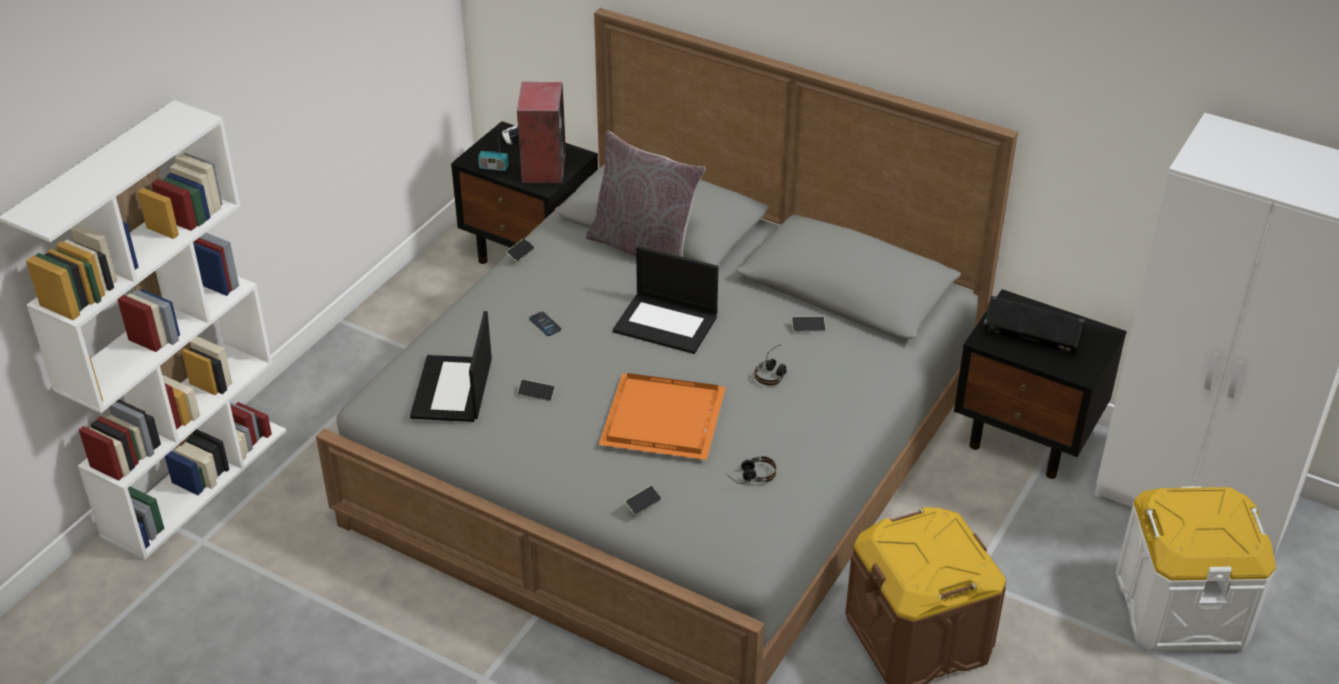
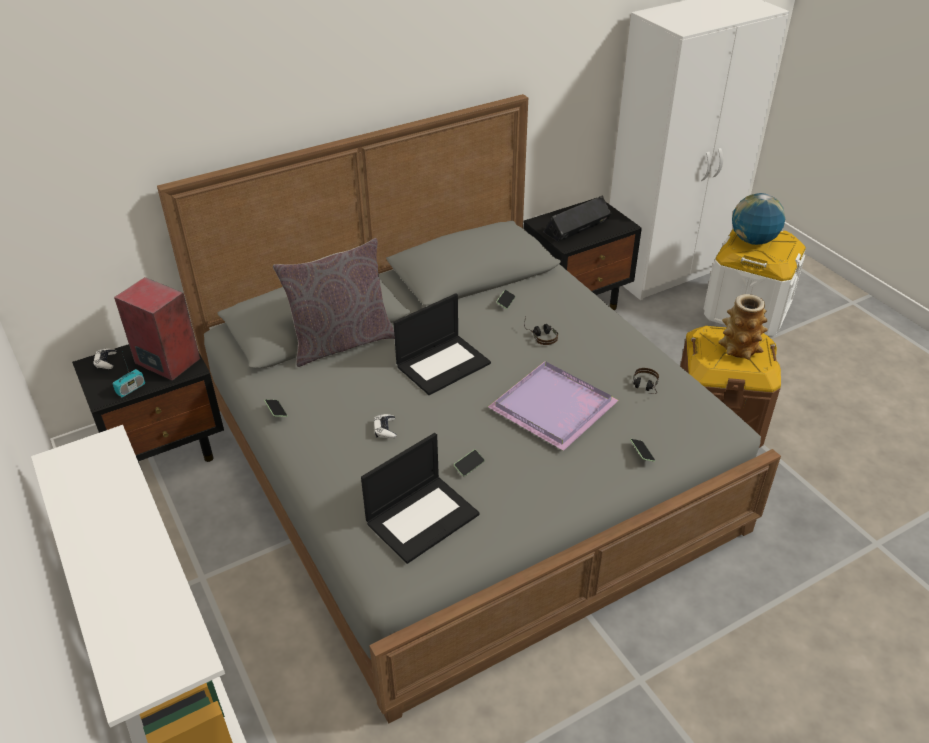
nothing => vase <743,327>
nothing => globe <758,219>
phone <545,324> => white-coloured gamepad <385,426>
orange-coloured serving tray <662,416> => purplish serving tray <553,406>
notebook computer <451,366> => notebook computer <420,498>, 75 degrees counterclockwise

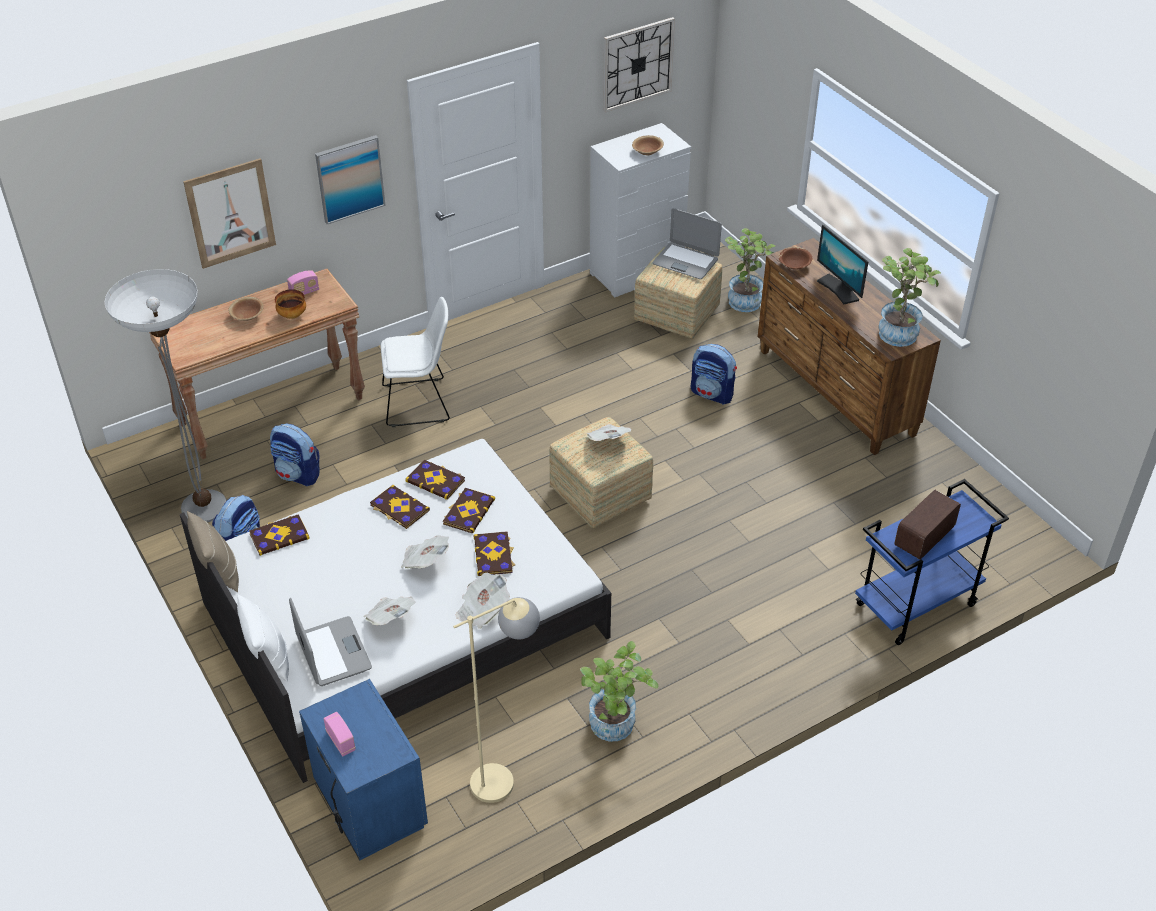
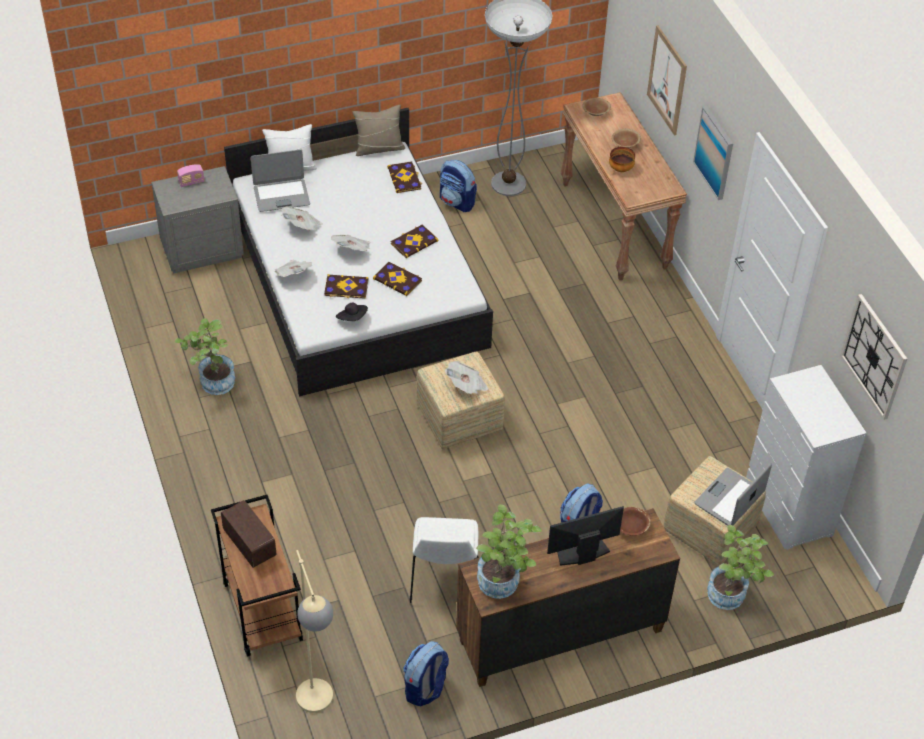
radio set <303,282> => nothing
bound book <435,480> => nothing
nothing => black-coloured clothing hat <352,312>
rucksack <295,455> => rucksack <426,673>, shifted
white-coloured plain chair <415,362> => white-coloured plain chair <444,560>, shifted
sand-coloured standing lamp <496,700> => sand-coloured standing lamp <314,631>, shifted
brown bowl <648,145> => brown bowl <596,107>, shifted
blue nightstand <363,770> => gray nightstand <197,220>
blue trolley <932,562> => brown trolley <257,576>

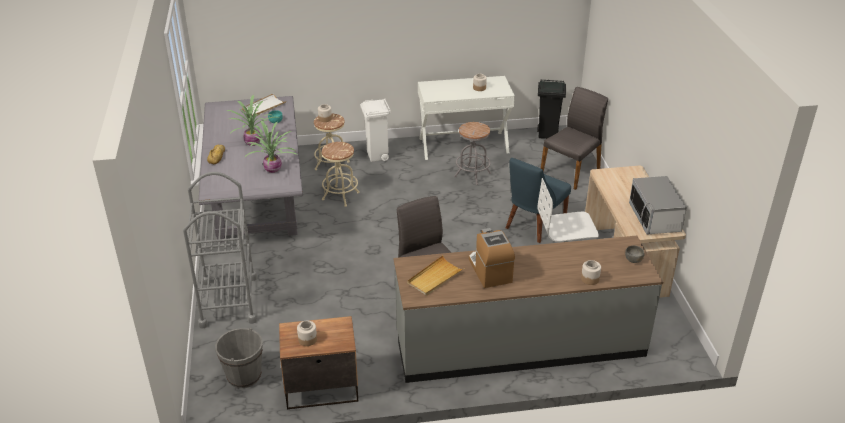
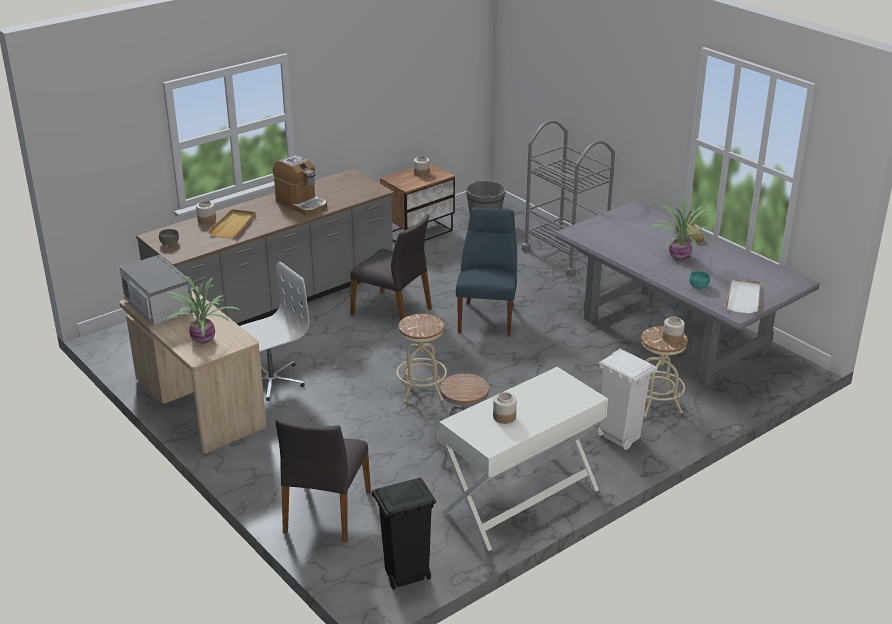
plant in a pot <270,146> => plant in a pot <201,310>, shifted
sand-coloured stool <341,174> => sand-coloured stool <421,358>, shifted
sand-coloured serving tray <436,275> => sand-coloured serving tray <232,223>, shifted
blue plain chair <538,200> => blue plain chair <486,272>, shifted

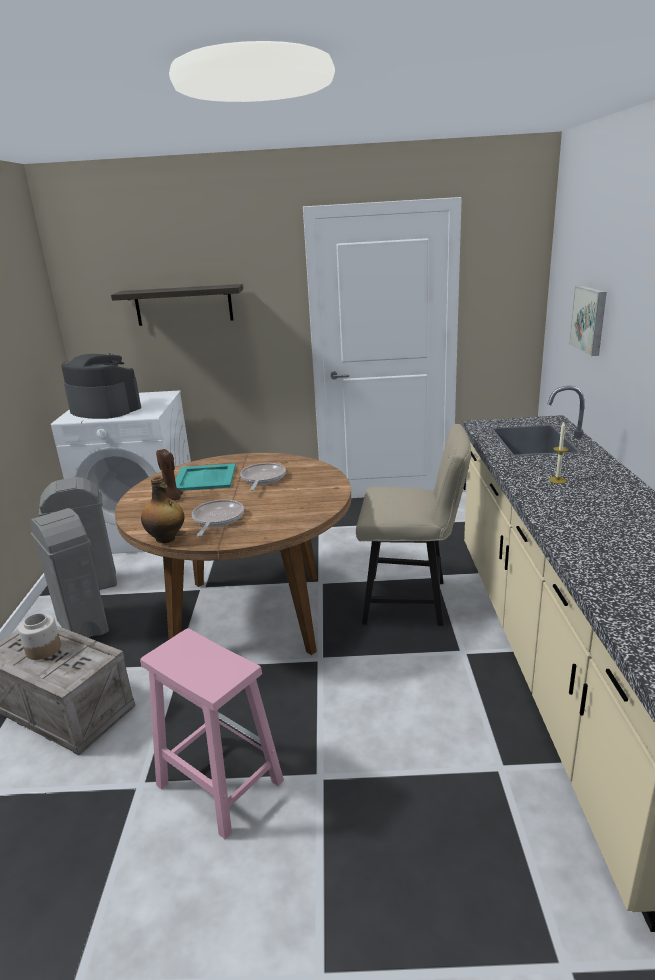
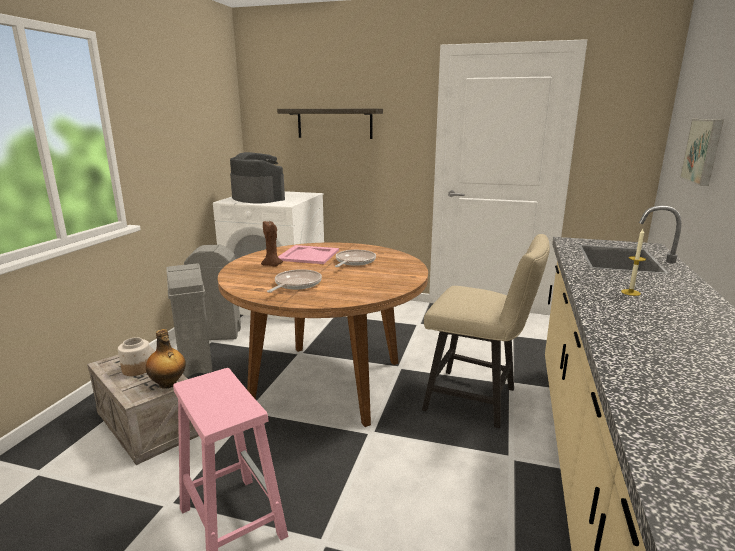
drink bottle <163,509> => drink bottle <166,359>, shifted
blue-green serving tray <205,477> => pinkish serving tray <308,254>

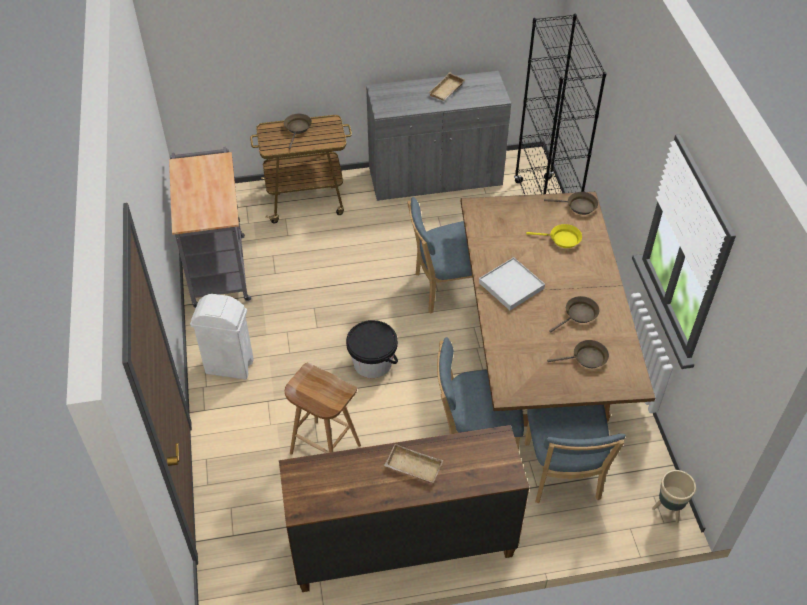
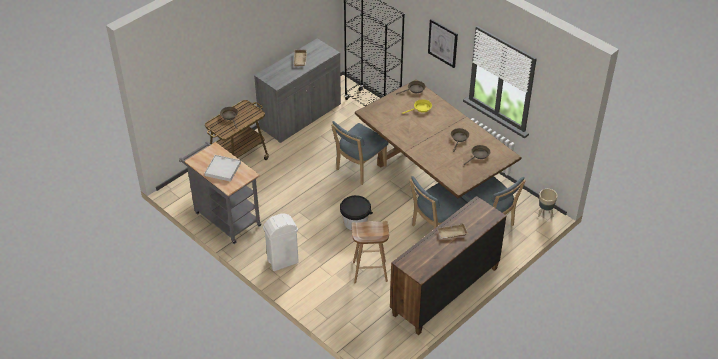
nothing => picture <443,43>
white-coloured serving tray <512,283> => white-coloured serving tray <223,168>, shifted

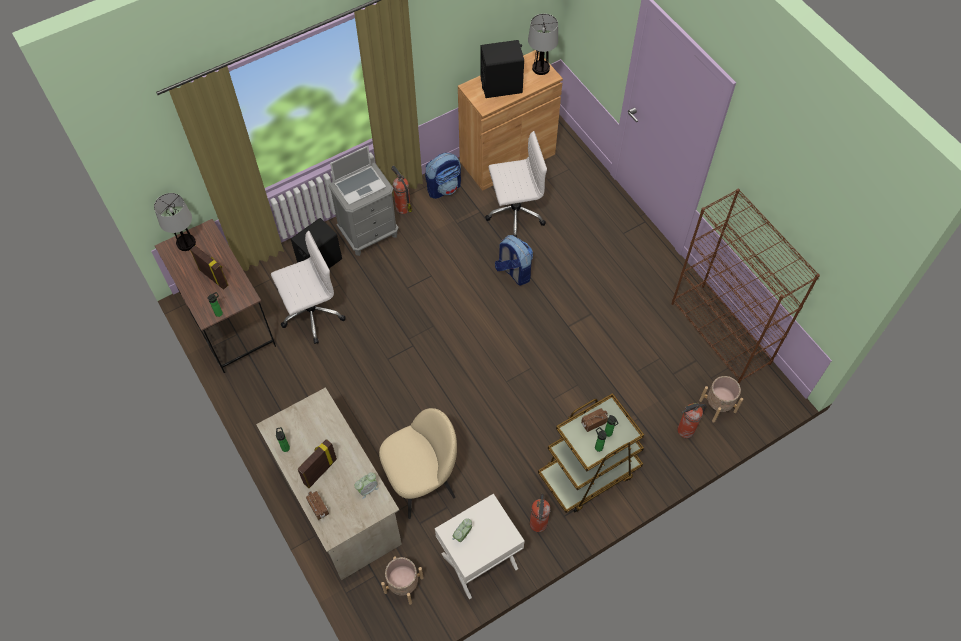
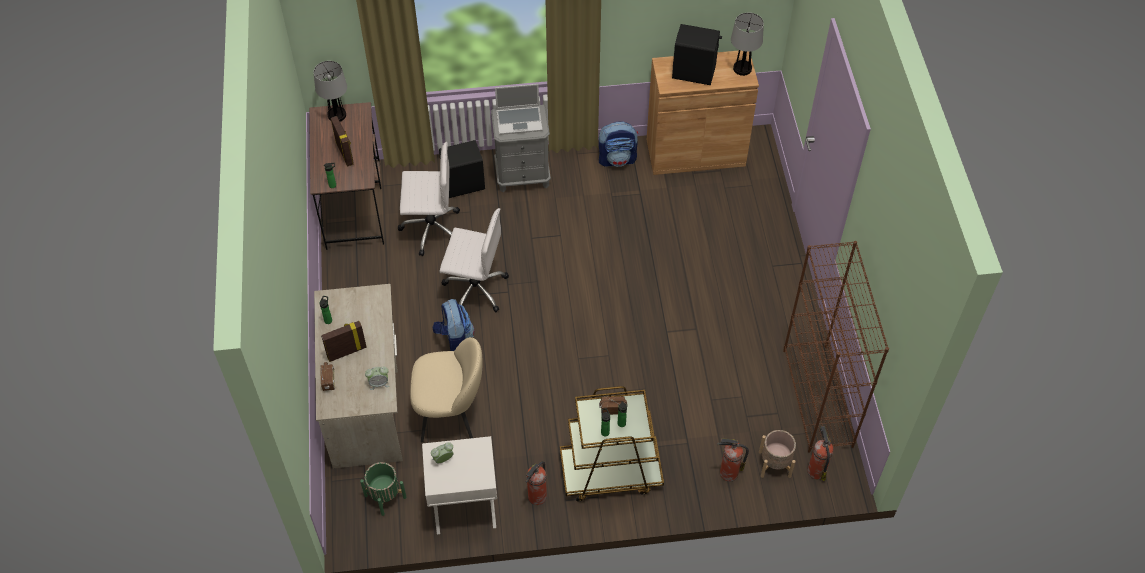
fire-fighting cylinder <401,189> => fire-fighting cylinder <820,453>, shifted
white-coloured office chair <516,184> => white-coloured office chair <474,260>, shifted
rucksack <514,260> => rucksack <453,325>, shifted
sand-coloured flower pot <402,580> => green flower pot <383,489>

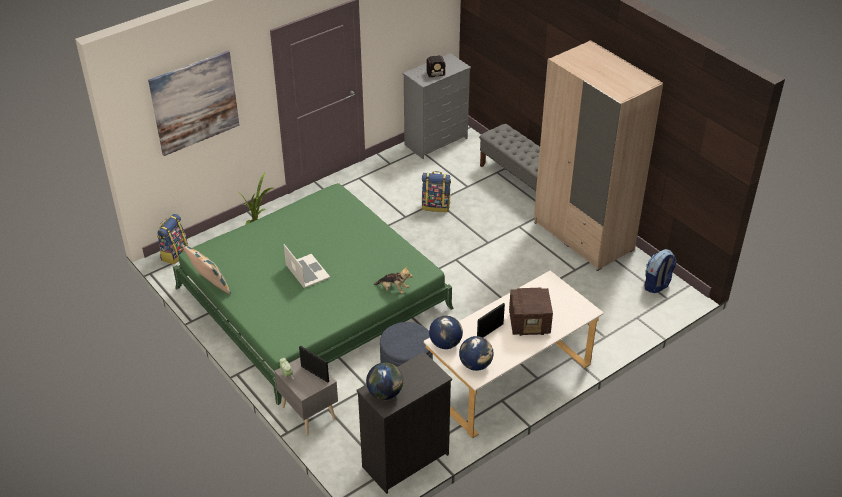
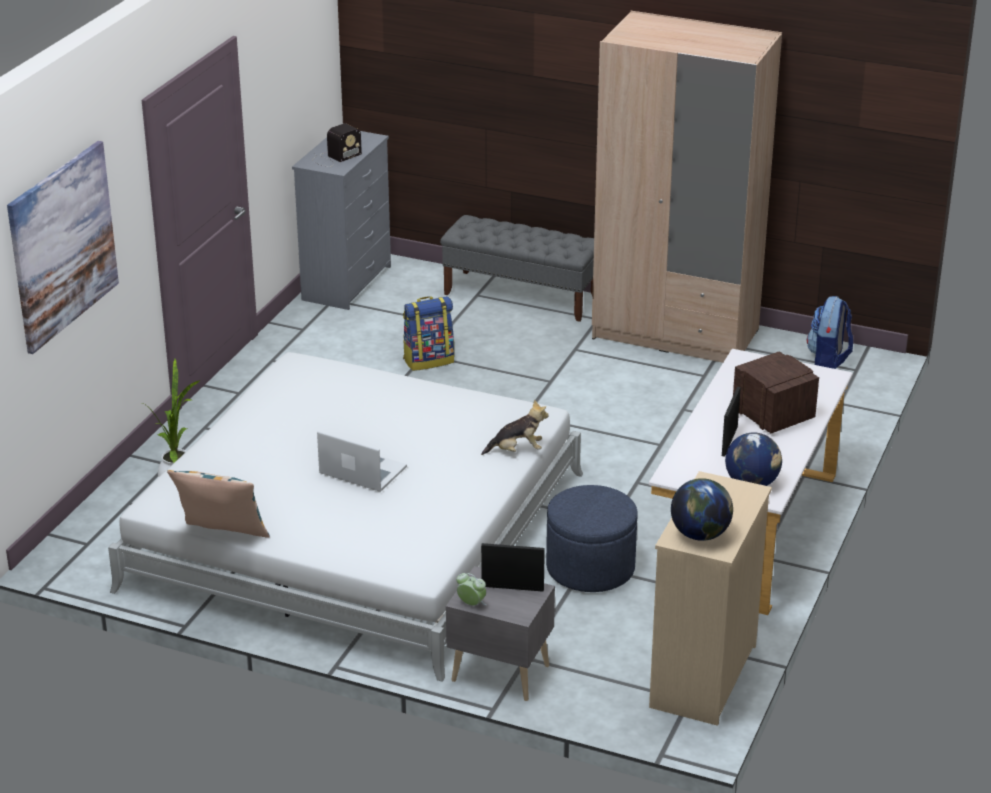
rucksack <172,239> => nothing
globe <446,332> => nothing
green bed <313,294> => white-coloured bed <345,517>
black-coloured dresser <404,423> => sand-coloured dresser <710,598>
radio set <531,312> => radio set <776,392>, 90 degrees counterclockwise

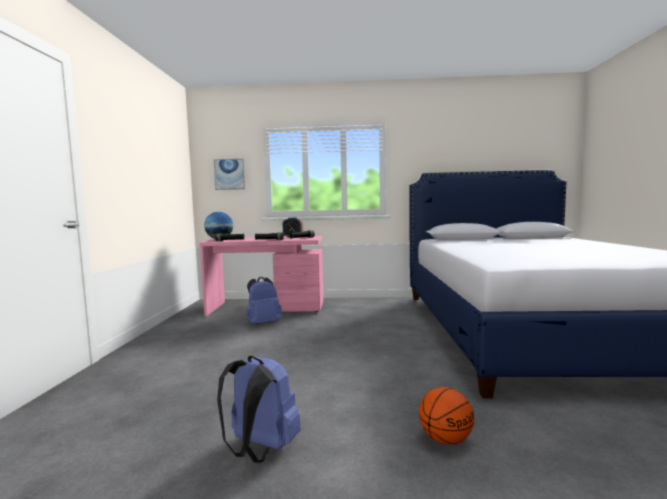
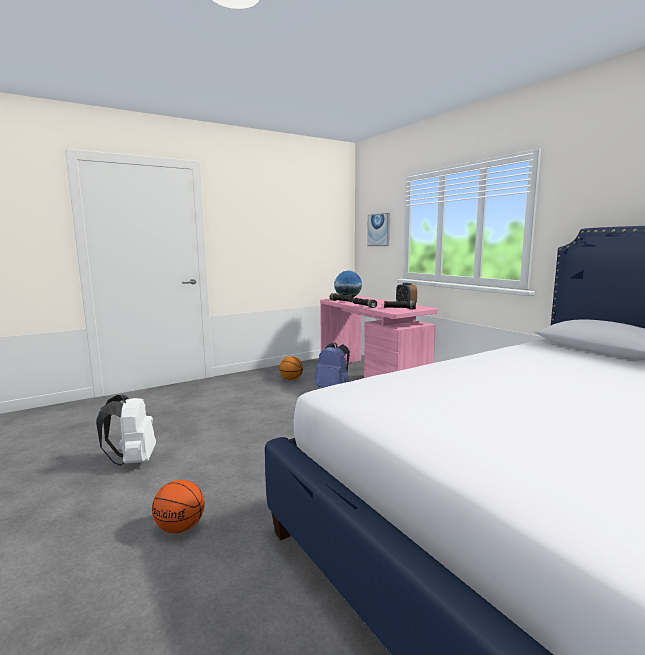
nothing => basketball ball <291,368>
blue rucksack <259,409> => white-coloured rucksack <126,430>

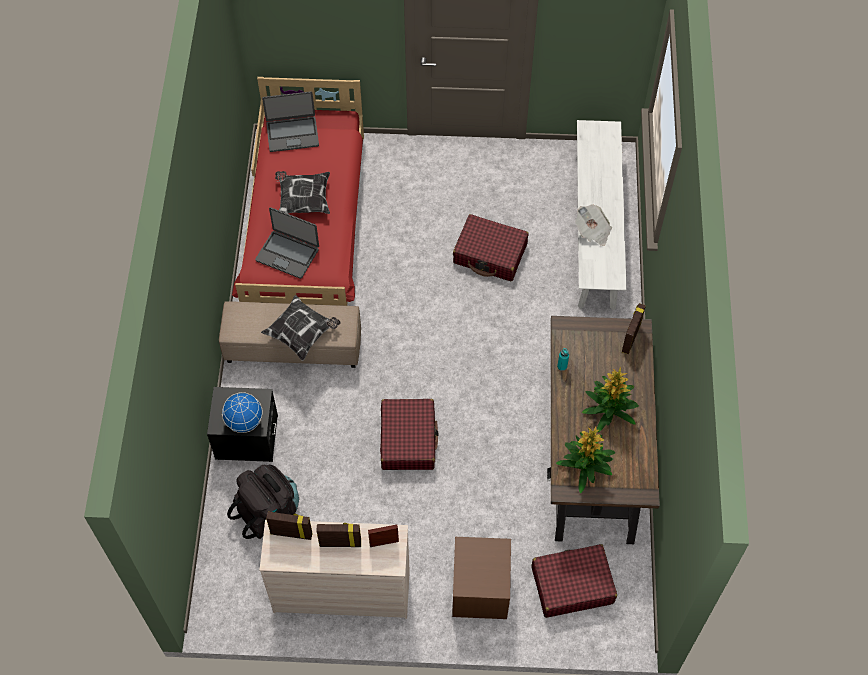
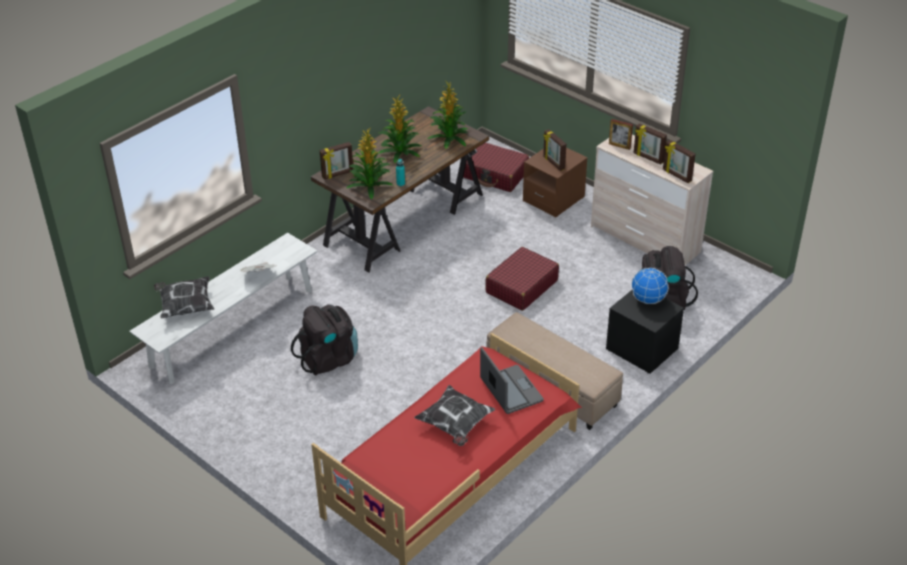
notebook computer <290,121> => nothing
nothing => plant in a pot <370,163>
nothing => standing frame <554,150>
throw pillow <301,328> => throw pillow <184,297>, shifted
red-coloured suitcase <491,247> => black-coloured rucksack <324,339>

